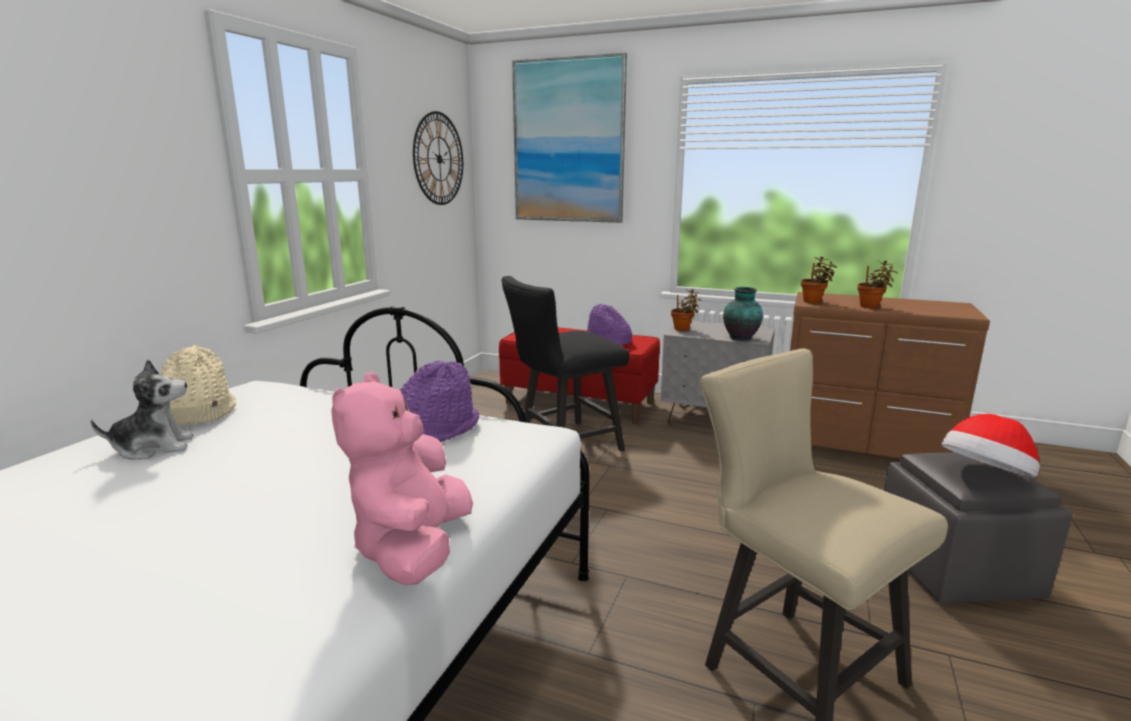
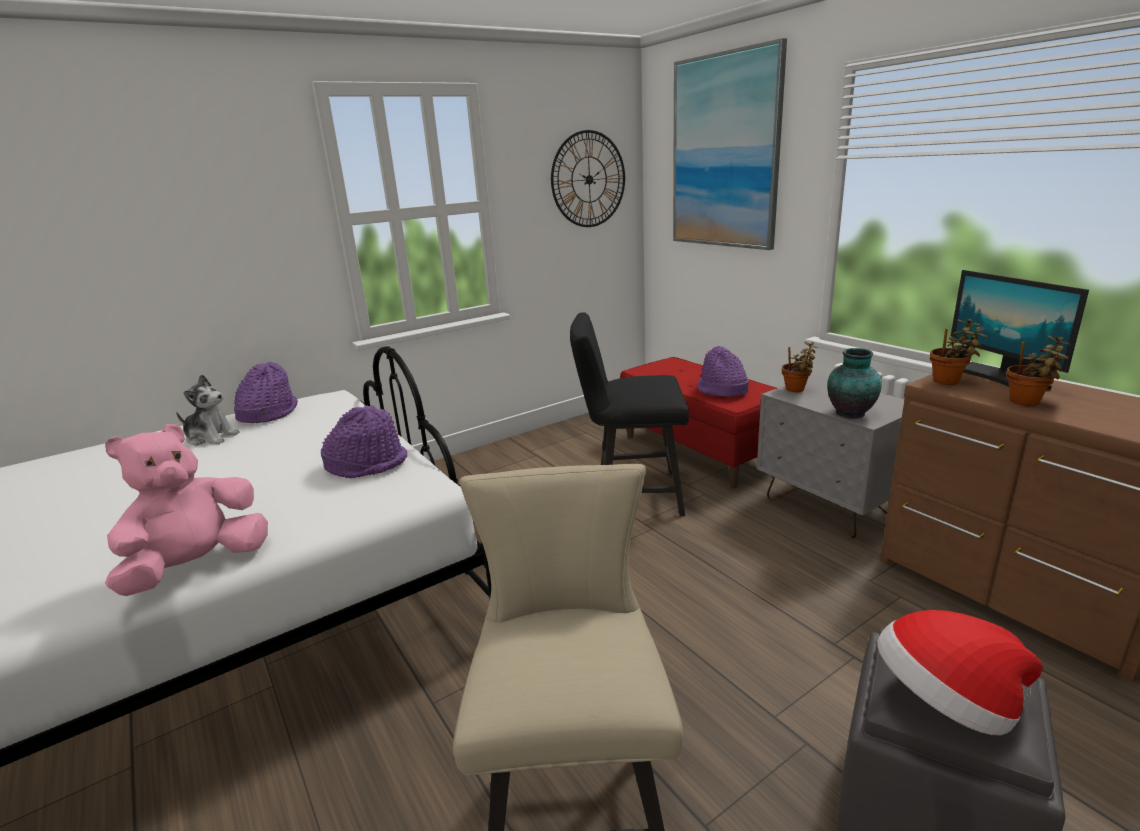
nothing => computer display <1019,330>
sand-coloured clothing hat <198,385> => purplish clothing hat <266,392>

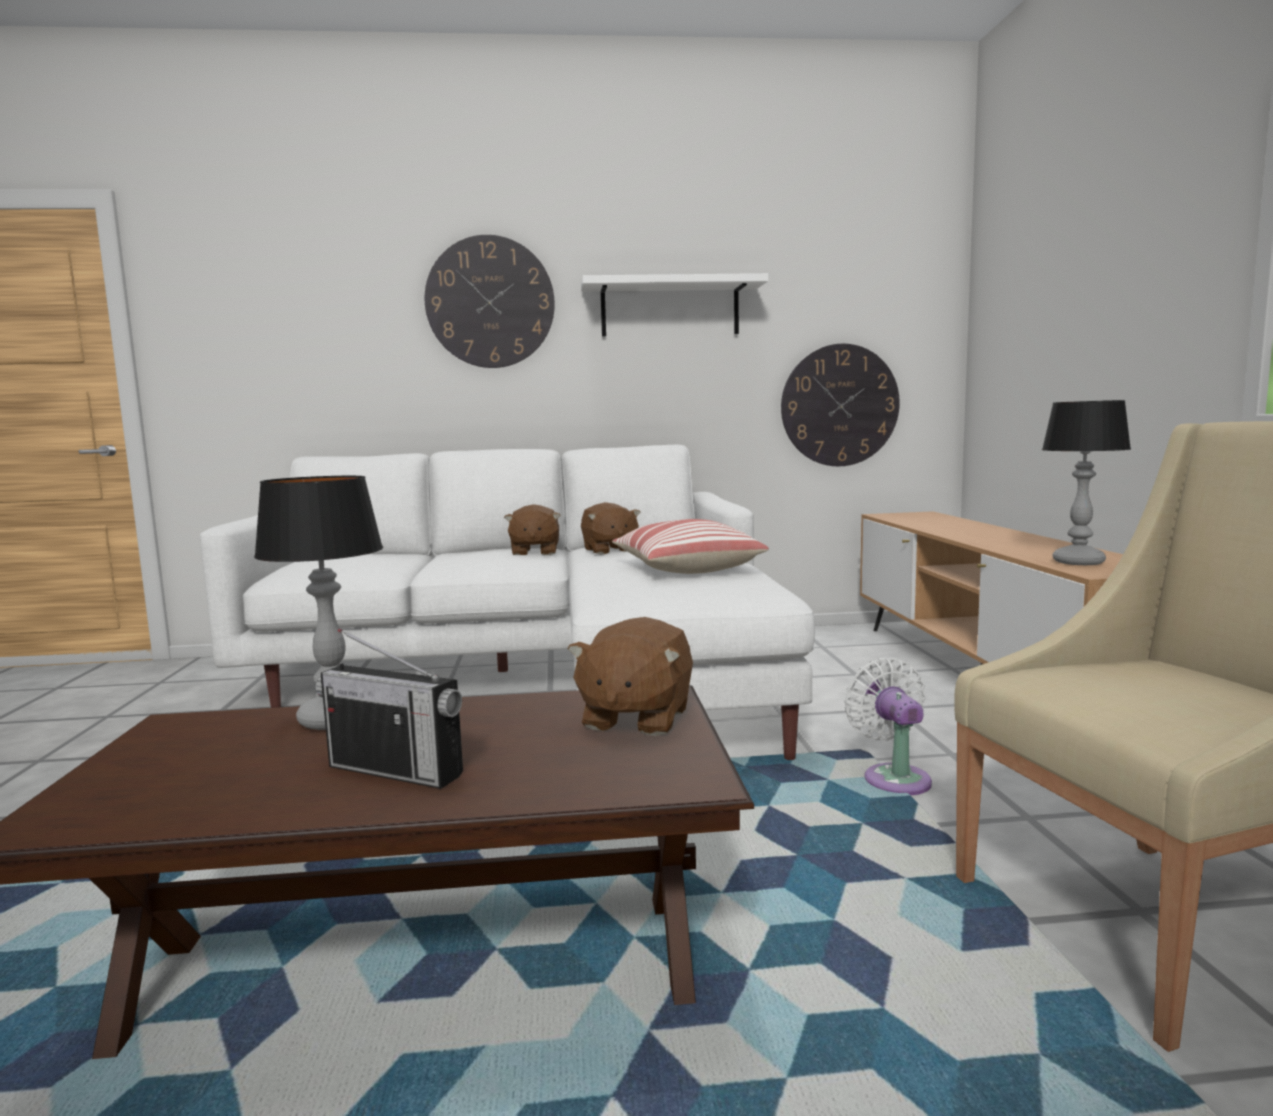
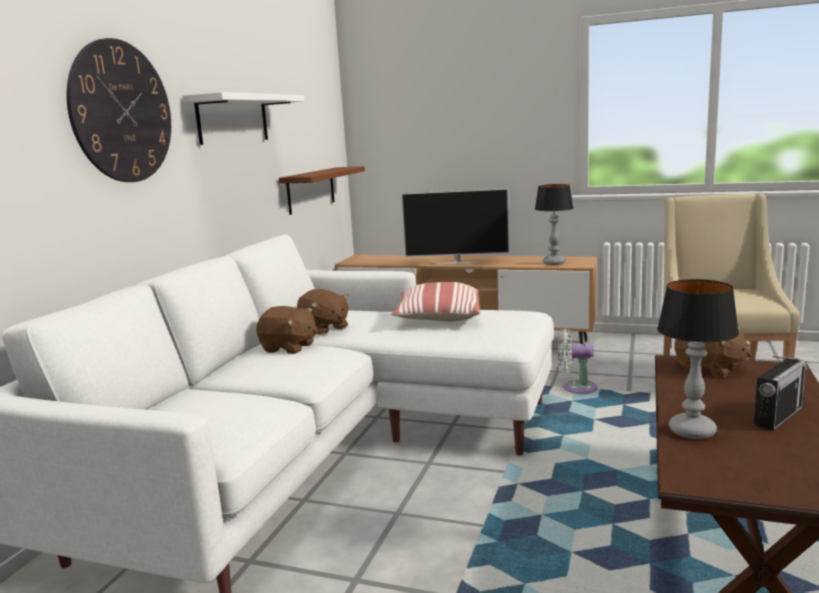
nothing => TV set <455,226>
clock on the wall <840,405> => brown shelf <322,190>
brown plush toy <611,528> => brown plush toy <323,312>, 45 degrees clockwise

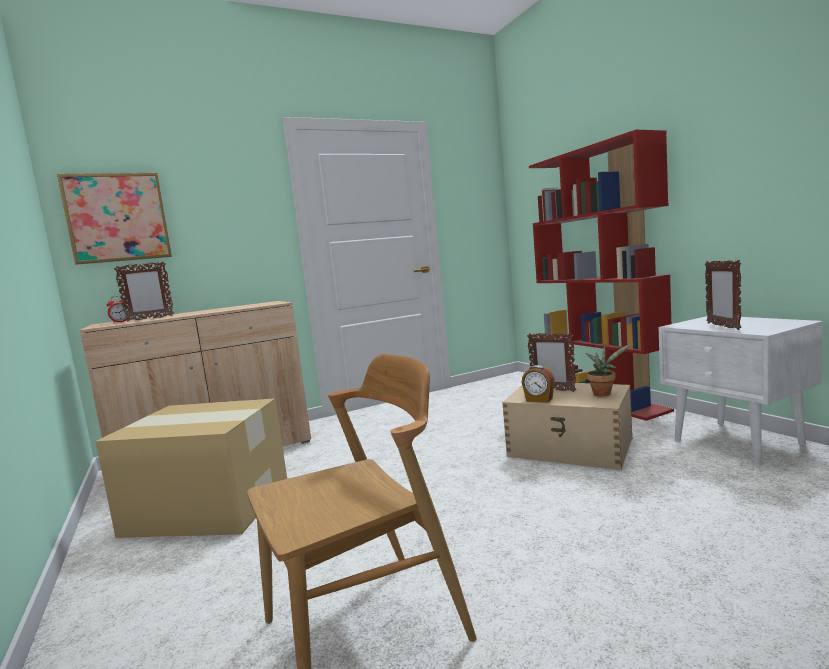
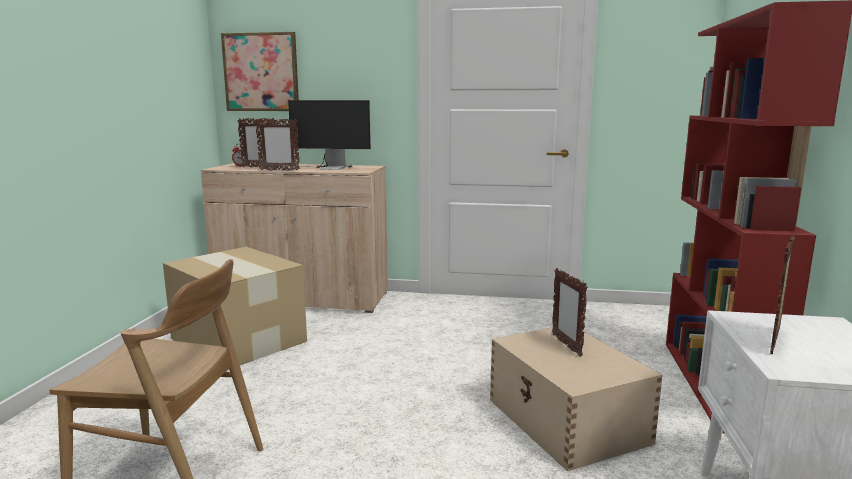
table clock <538,384> => nothing
plant in a pot <608,370> => nothing
nothing => standing frame <277,144>
nothing => computer display <329,135>

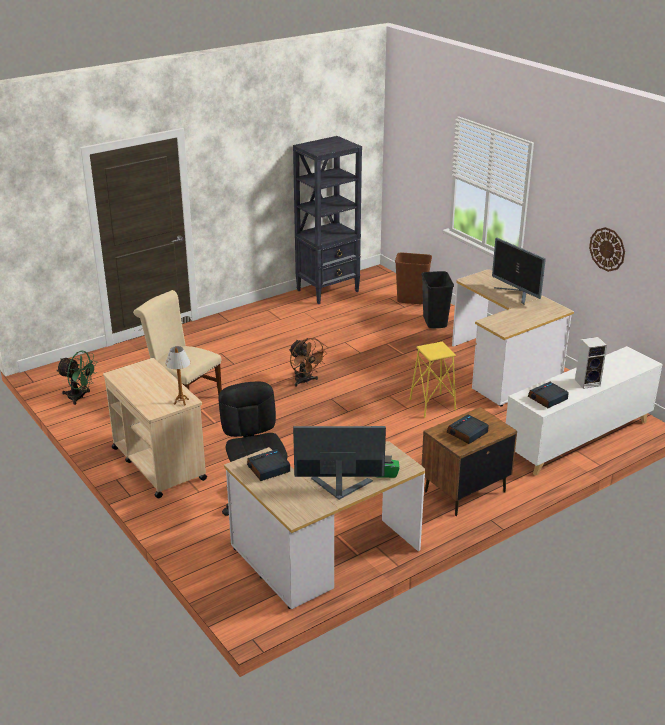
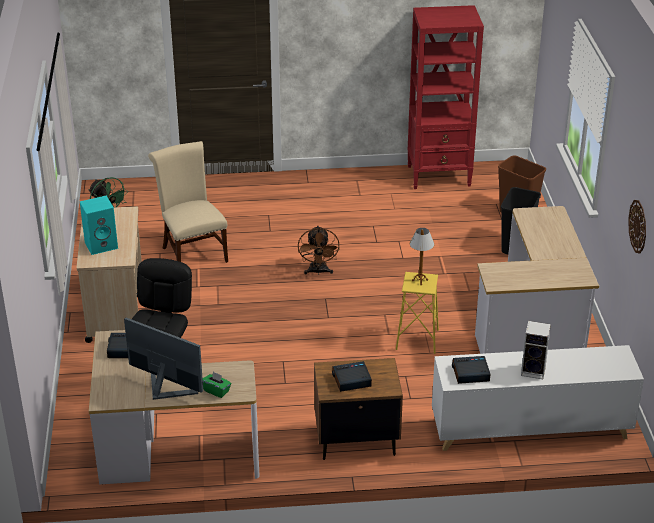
computer display <519,271> => nothing
nothing => blue-green loudspeaker <99,225>
tabletop lamp <178,376> => tabletop lamp <422,256>, shifted
black-coloured bookcase <327,220> => red-coloured bookcase <446,97>

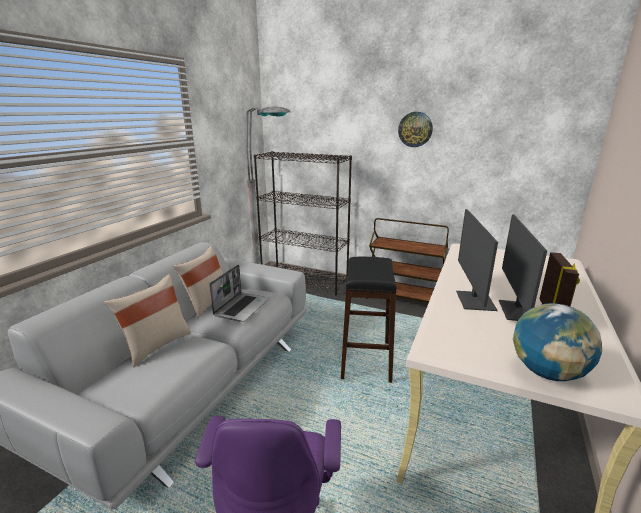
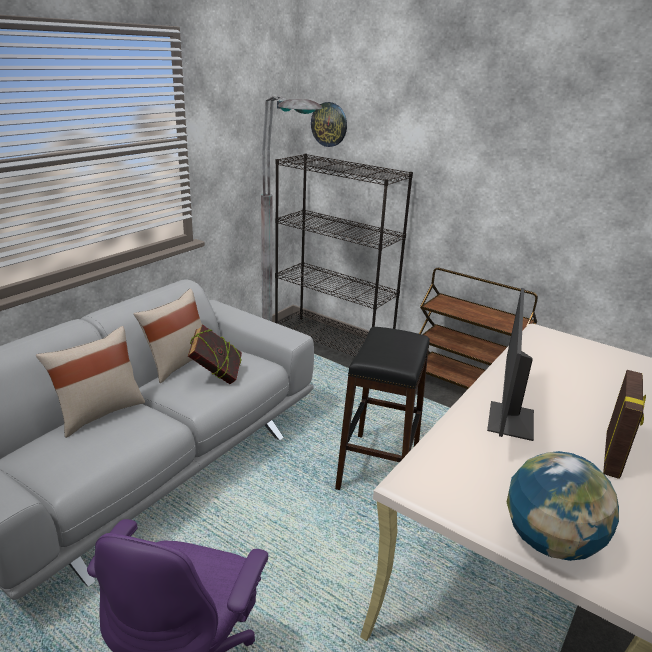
computer display <523,267> => nothing
clock on the wall <415,129> => clock on the wall <329,124>, shifted
notebook computer <239,293> => bound book <215,354>

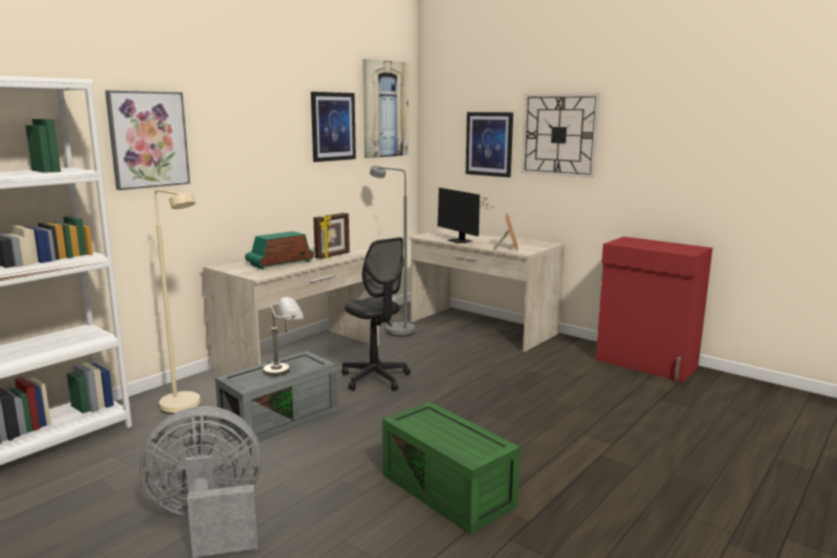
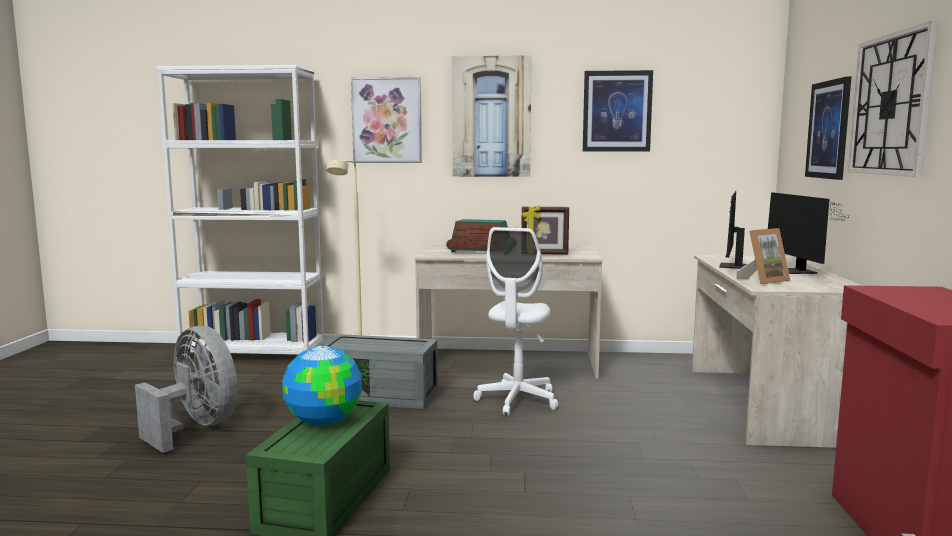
gray tabletop lamp <283,336> => nothing
gray standing lamp <392,251> => nothing
nothing => globe <322,385>
nothing => computer display <807,233>
picture <385,108> => picture <492,116>, shifted
black-coloured office chair <376,314> => white-coloured office chair <516,321>

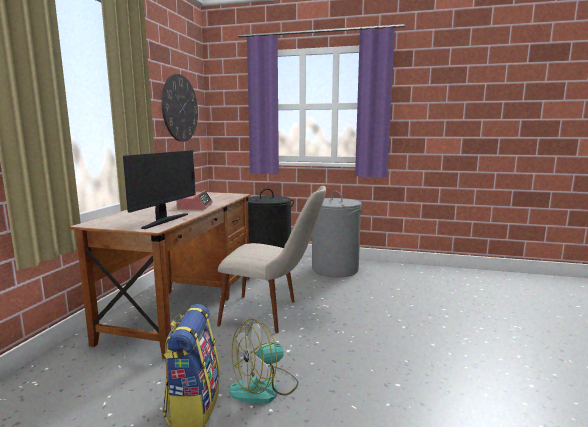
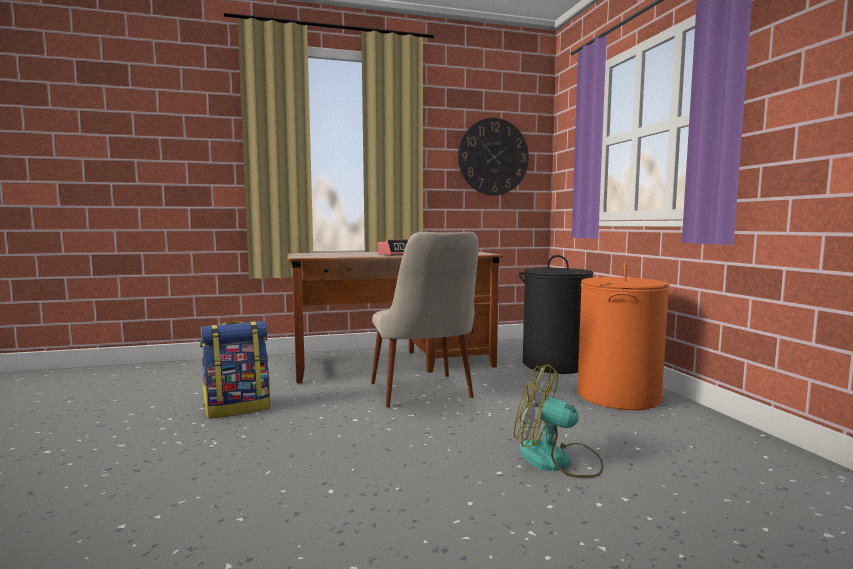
computer display <159,189> => nothing
electric fan <264,361> => electric fan <558,421>, shifted
gray hamper <337,234> => orange-coloured hamper <624,336>

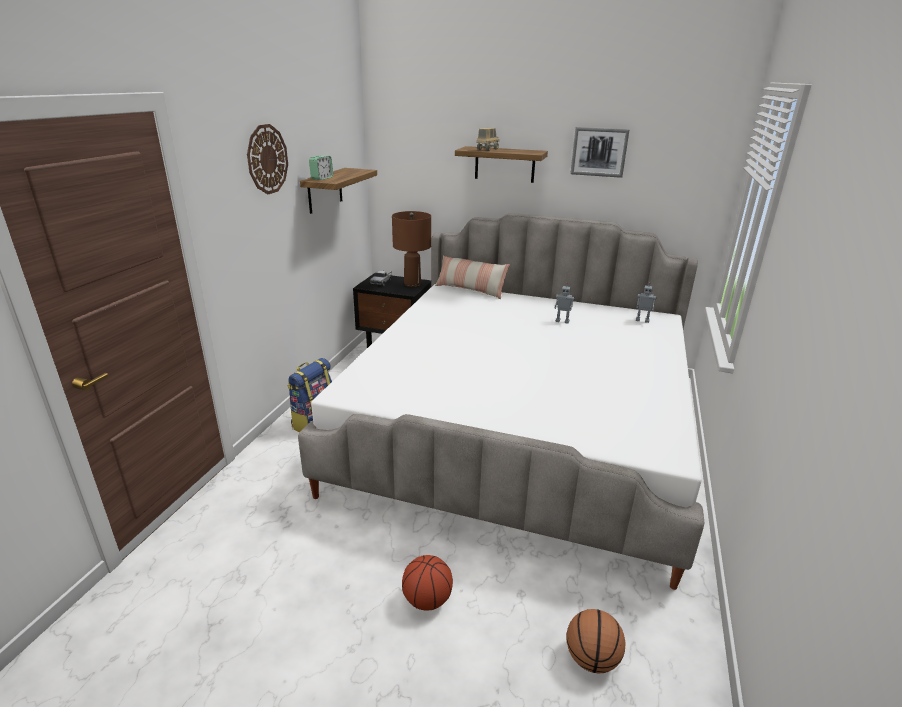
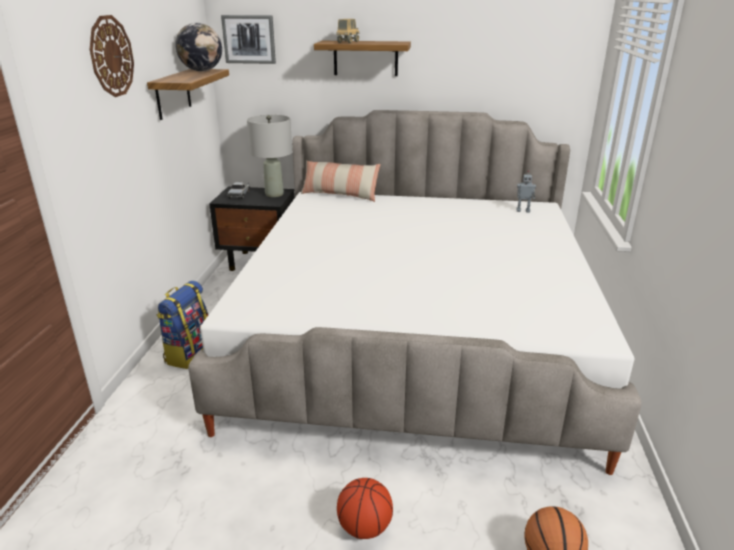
table clock <321,167> => nothing
model robot <564,303> => nothing
nothing => globe <198,47>
picture <600,152> => picture <248,39>, shifted
brown tabletop lamp <411,249> => gray tabletop lamp <269,156>

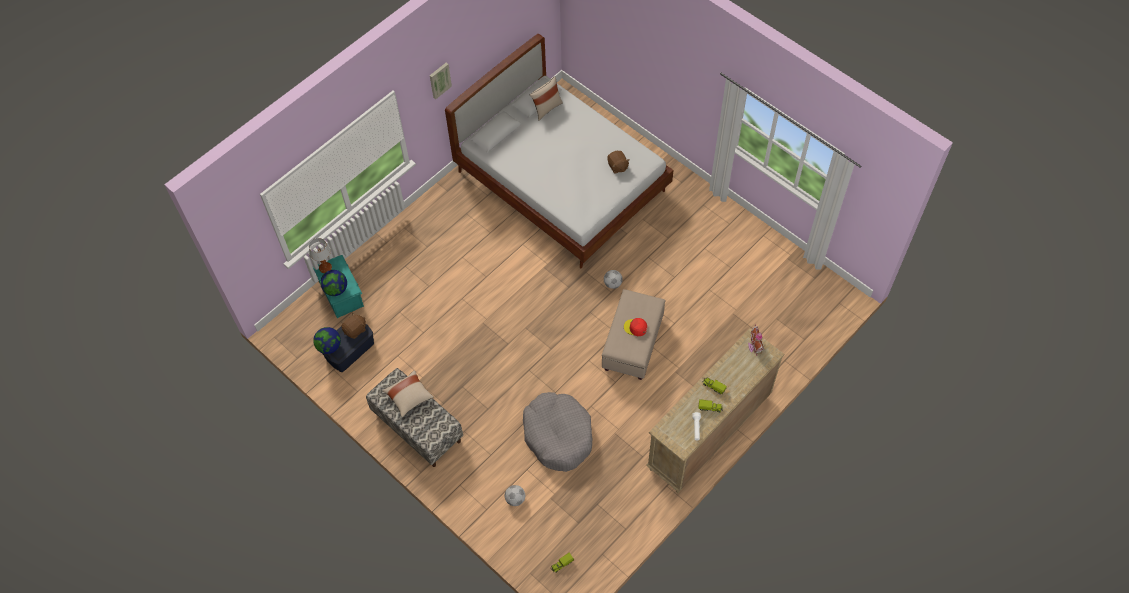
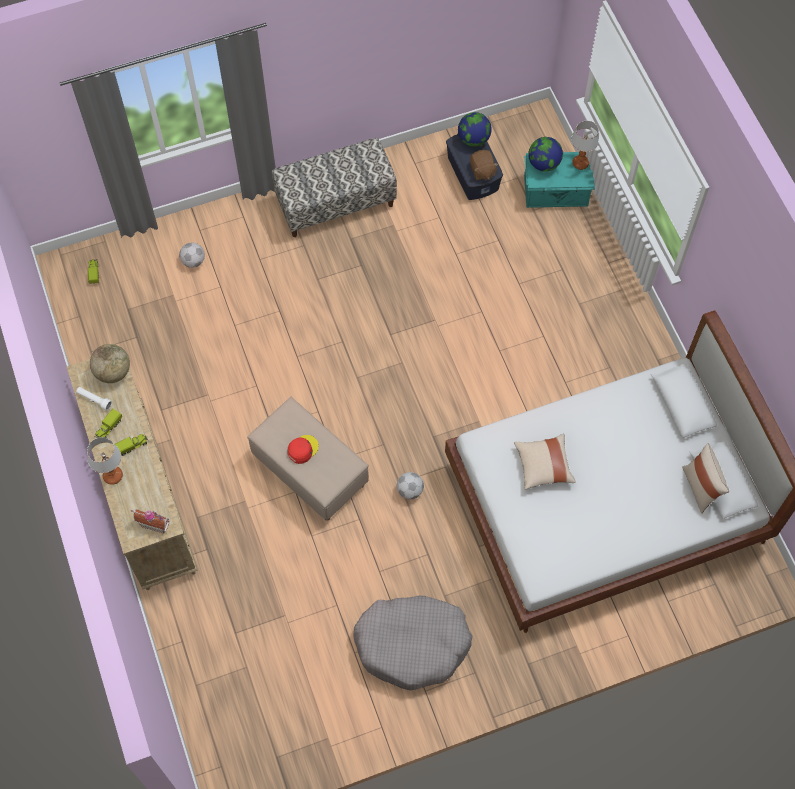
picture <441,81> => nothing
brown plush toy <618,162> => nothing
nothing => tabletop lamp <105,461>
nothing => globe <110,363>
sand-coloured throw pillow <408,393> => sand-coloured throw pillow <545,462>, shifted
gray dog bed <557,432> => gray dog bed <412,643>, shifted

